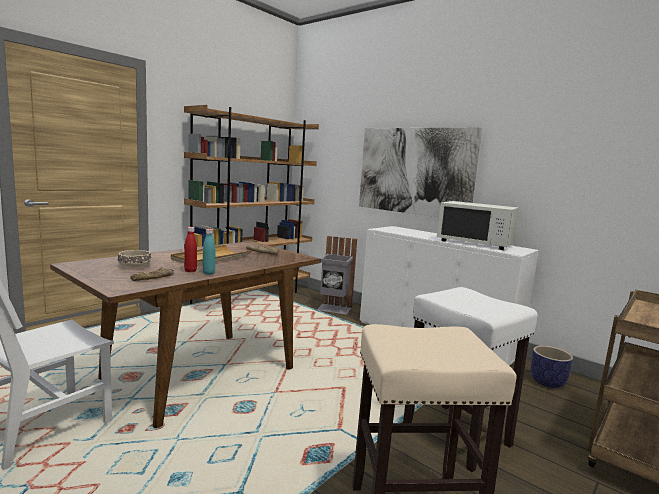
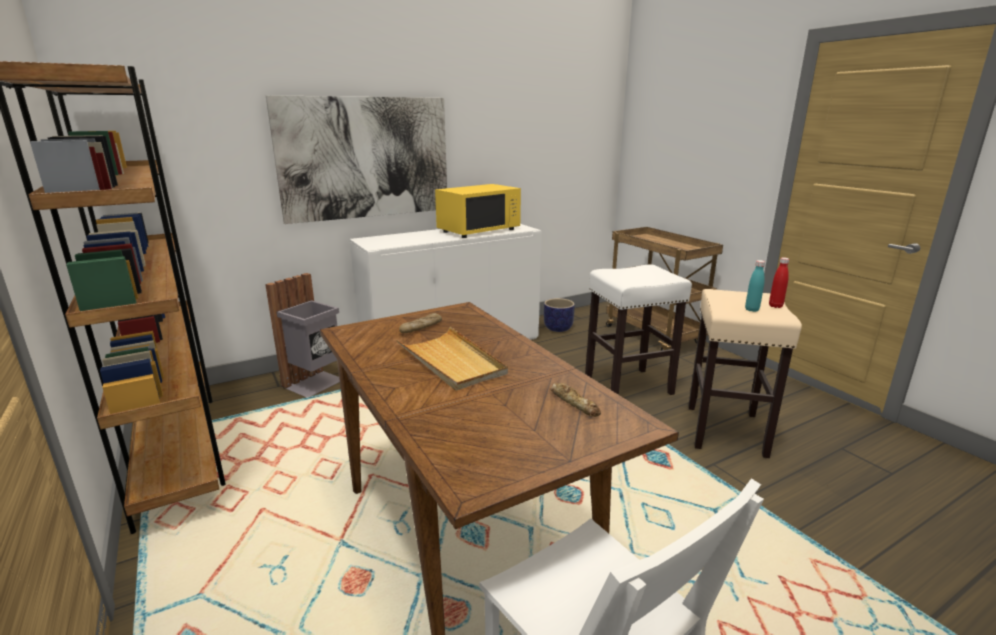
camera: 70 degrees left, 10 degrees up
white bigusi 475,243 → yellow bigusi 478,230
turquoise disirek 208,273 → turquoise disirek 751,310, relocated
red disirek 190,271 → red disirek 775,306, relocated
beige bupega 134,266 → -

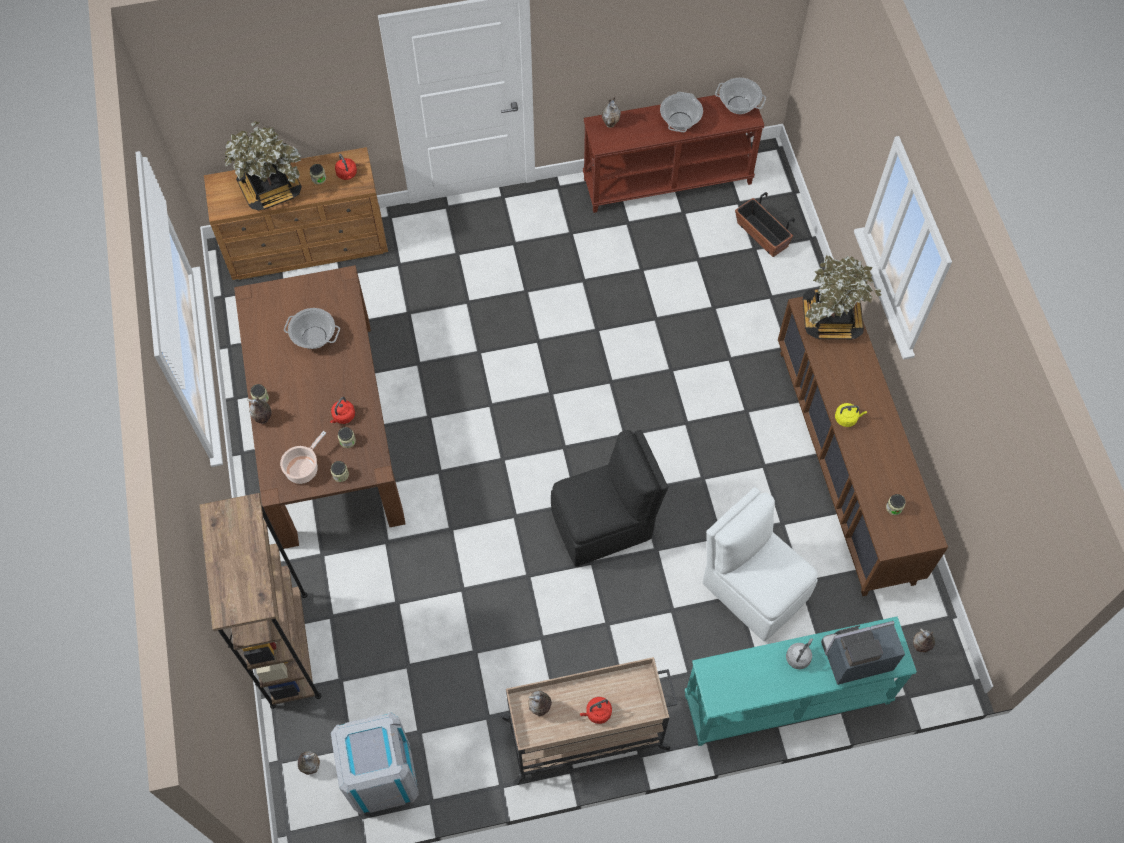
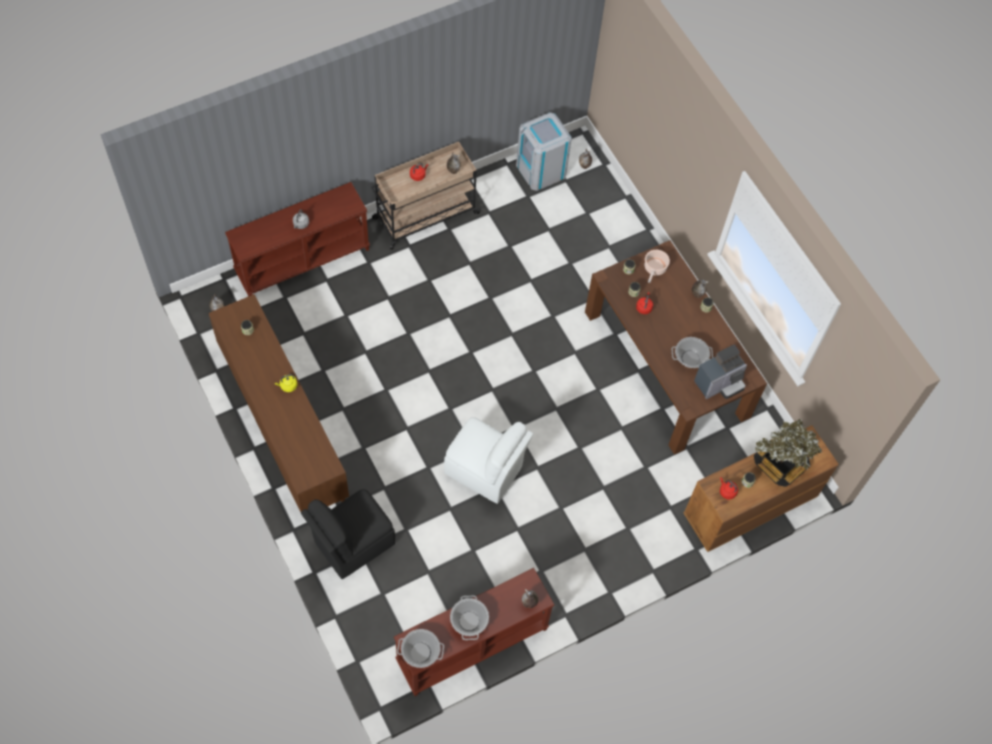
camera: 160 degrees right, 0 degrees up
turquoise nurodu 786,700 → brown nurodu 303,260
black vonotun 604,524 → black vonotun 352,543, relocated
white vonotun 753,588 → white vonotun 485,471, relocated
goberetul 854,658 → goberetul 719,383, relocated
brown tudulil 289,649 → -
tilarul 761,235 → -
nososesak 831,319 → -

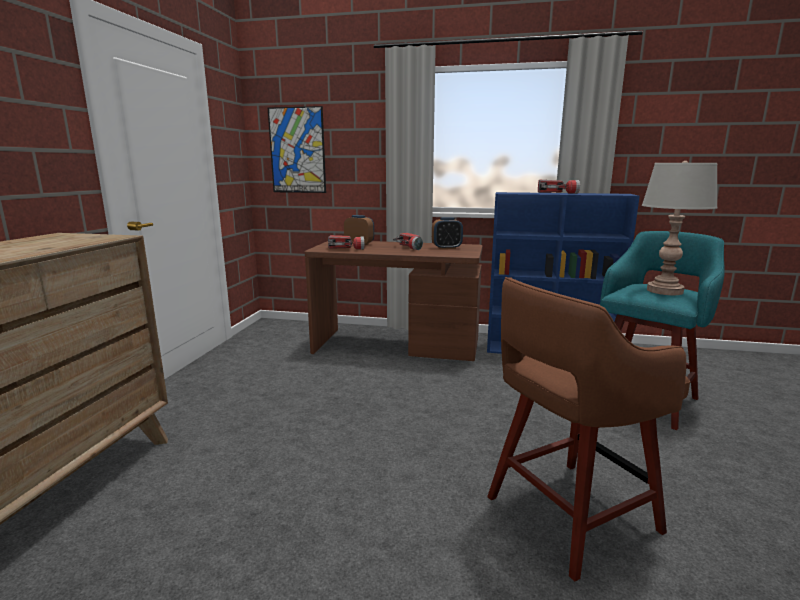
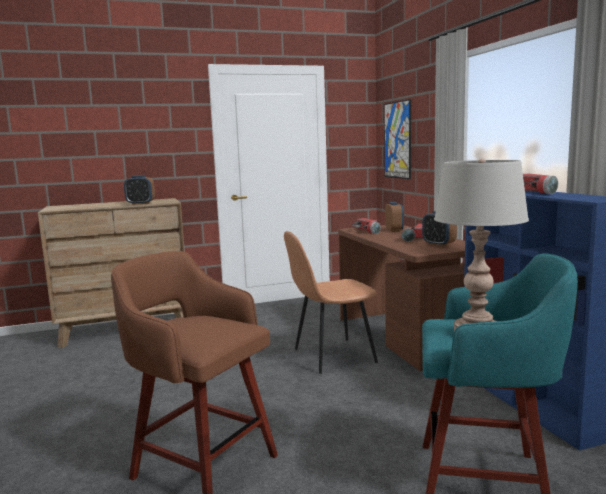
camera: 60 degrees right, 5 degrees down
- → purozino 140,203
- → brown vonotun 332,356

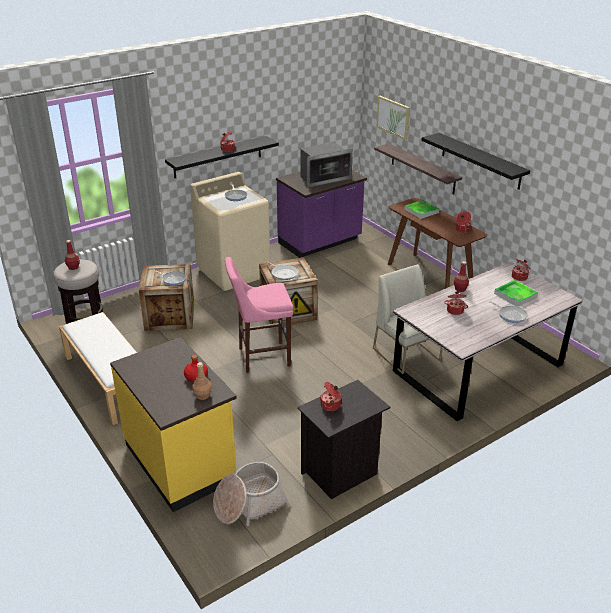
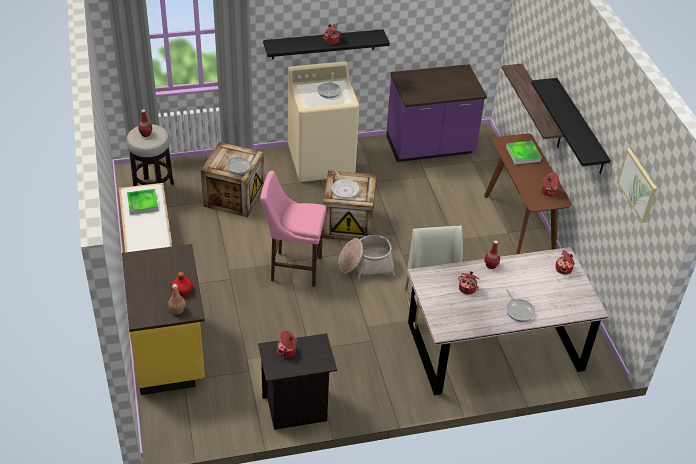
camera: 20 degrees right, 10 degrees up
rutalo 515,295 → rutalo 142,203, relocated
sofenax 249,503 → sofenax 366,264, relocated
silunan 393,117 → silunan 638,185, relocated
bigusi 323,178 → -

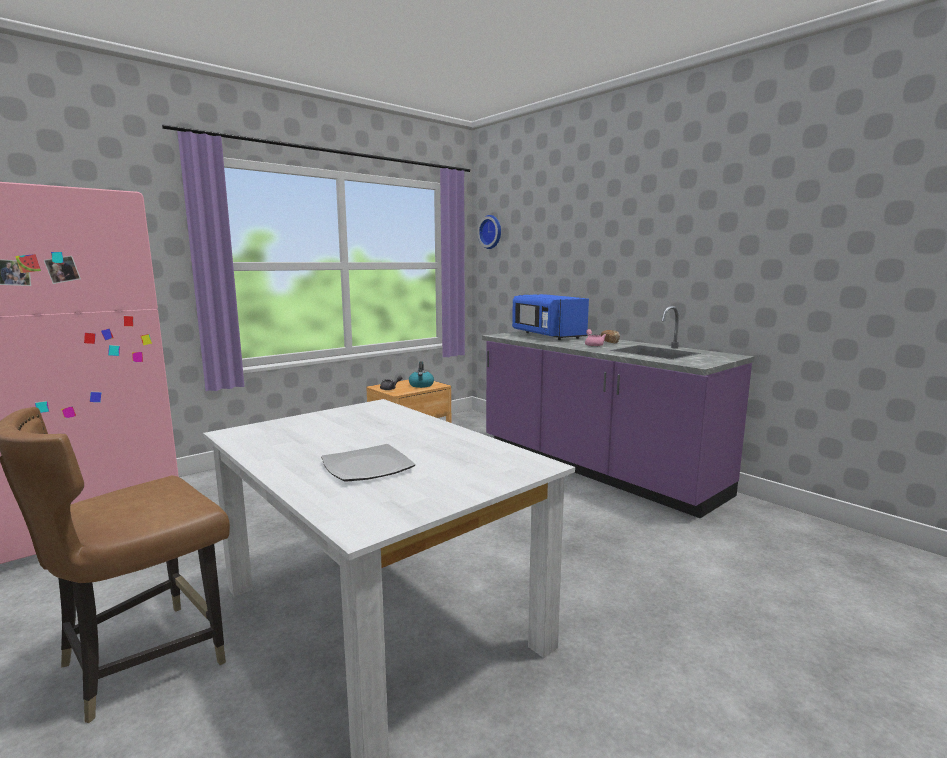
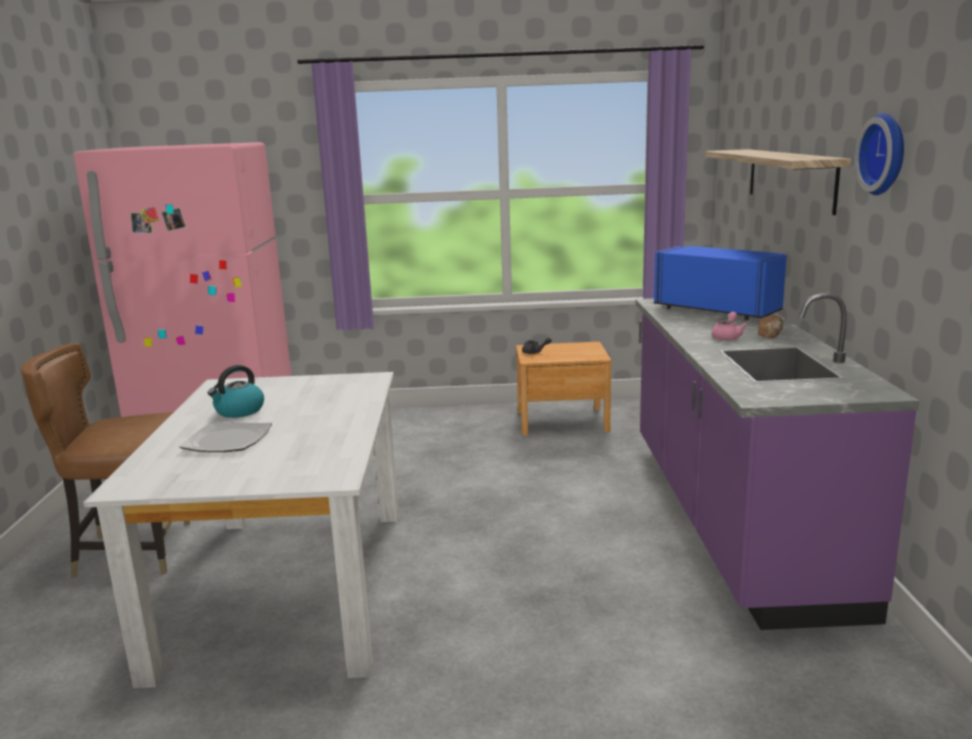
camera: 40 degrees right, 5 degrees up
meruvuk 421,385 → meruvuk 239,411, relocated
blue bigusi 547,335 → blue bigusi 719,310, 120 degrees clockwise
- → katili 790,178
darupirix 491,232 → darupirix 886,154, relocated

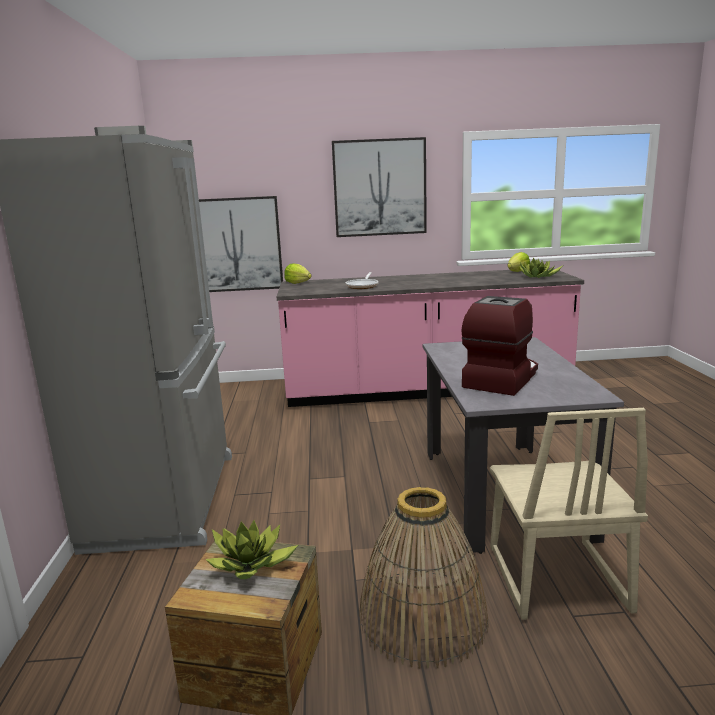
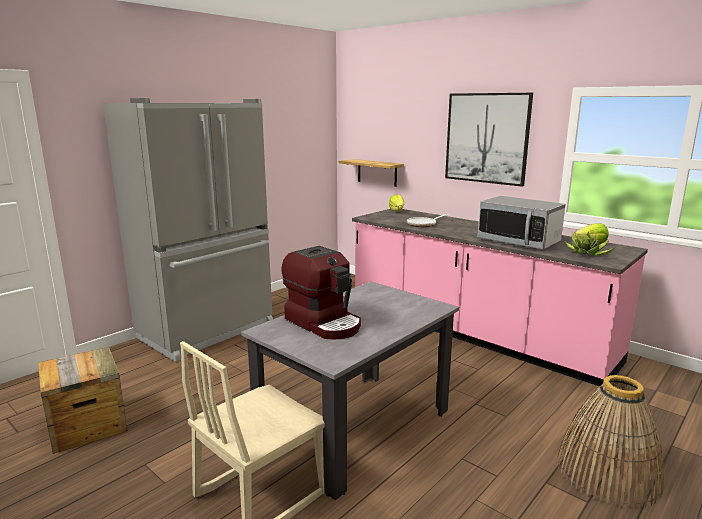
camera: 45 degrees right, 0 degrees up
goberetul 500,379 → goberetul 324,323, 60 degrees clockwise
silunan 234,244 → katili 377,172
- → bigusi 518,241
sofenax 423,618 → sofenax 608,473, relocated
nososesak 251,564 → -

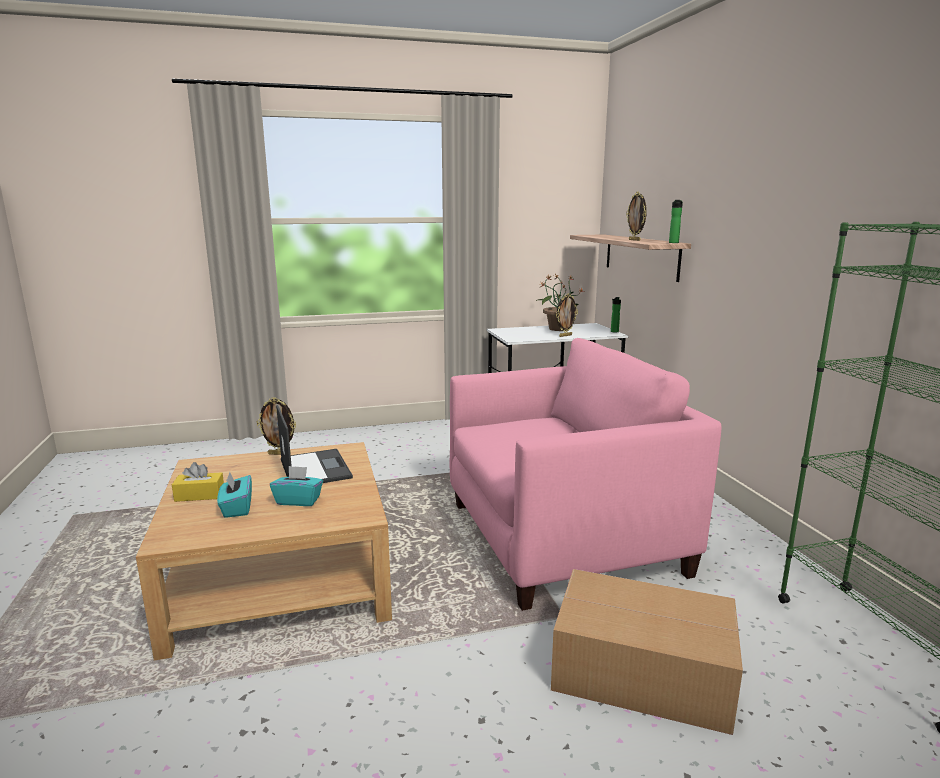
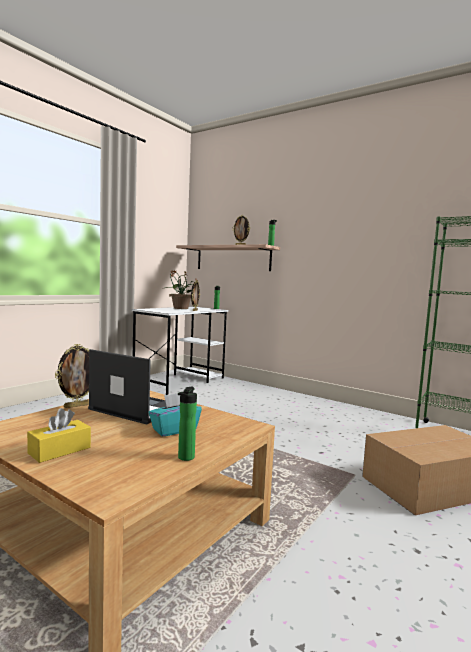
camera: 40 degrees left, 10 degrees down
- → disirek 185,458
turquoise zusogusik 237,508 → -
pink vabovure 562,538 → -

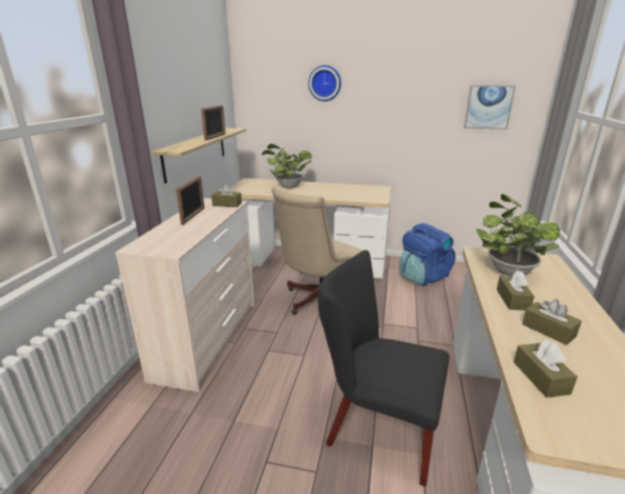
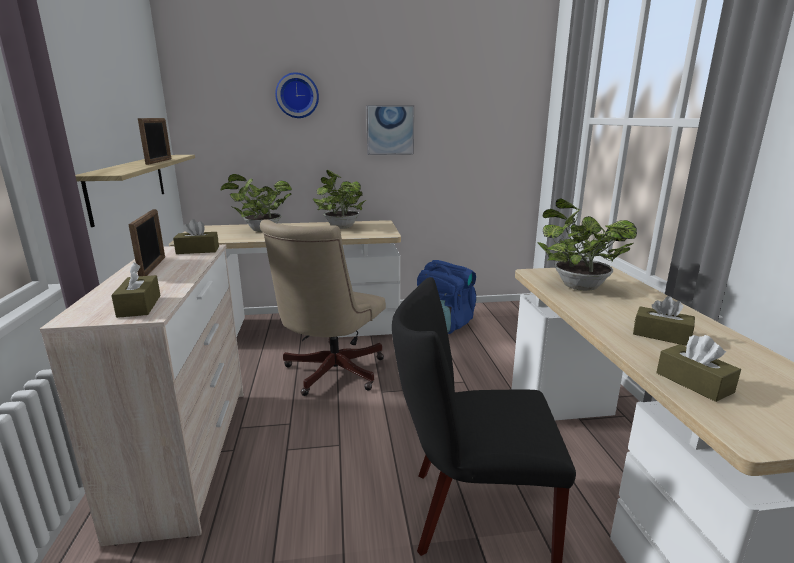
camera: 20 degrees left, 5 degrees down
brown zusogusik 512,299 → brown zusogusik 139,306, relocated
- → nososesak 340,226
silunan 488,107 → silunan 390,130, relocated

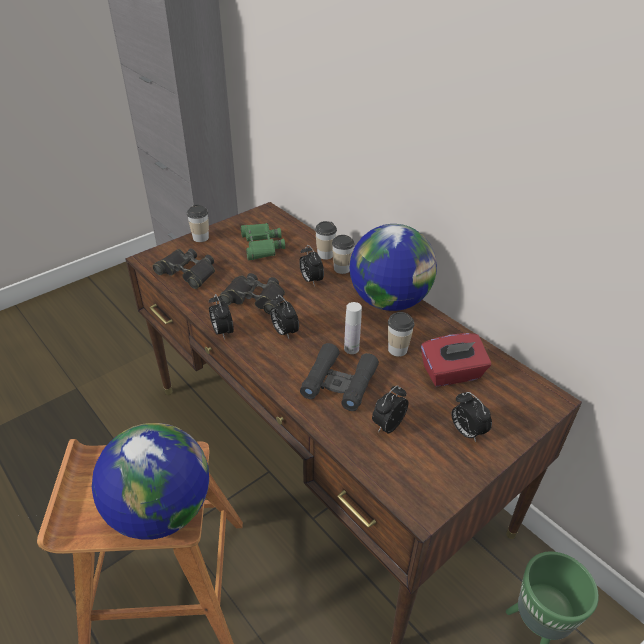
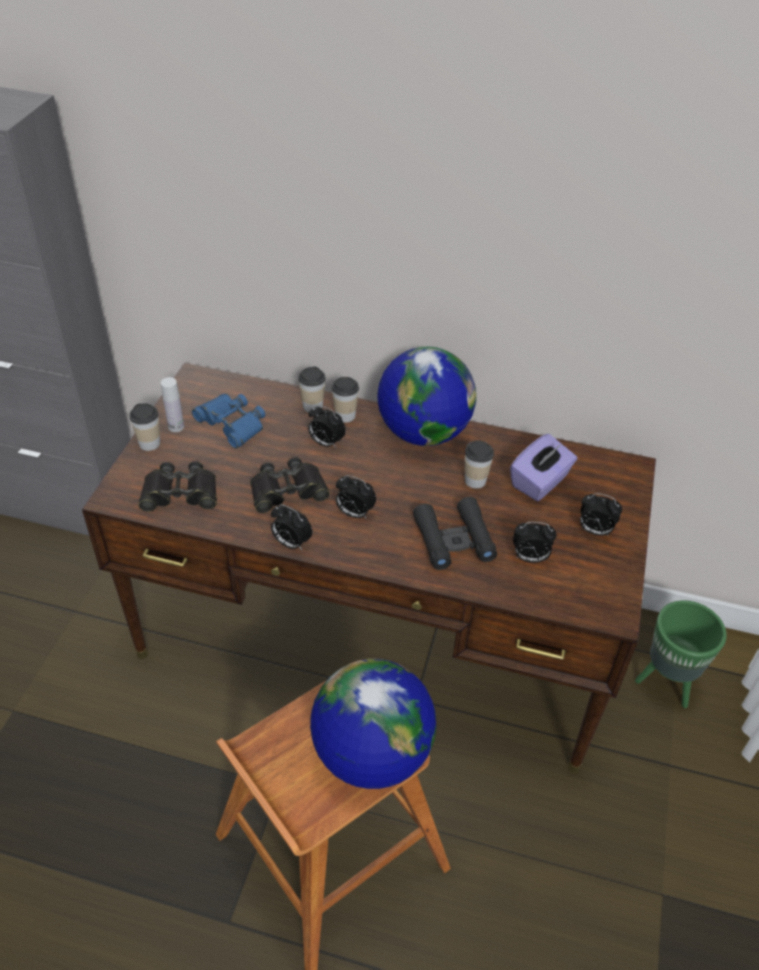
camera: 35 degrees left, 5 degrees up
white disirek 351,349 → white disirek 176,427, relocated
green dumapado 261,245 → blue dumapado 231,424
red zusogusik 452,374 → purple zusogusik 540,482
purozino 388,425 → purozino 529,558, 90 degrees counterclockwise

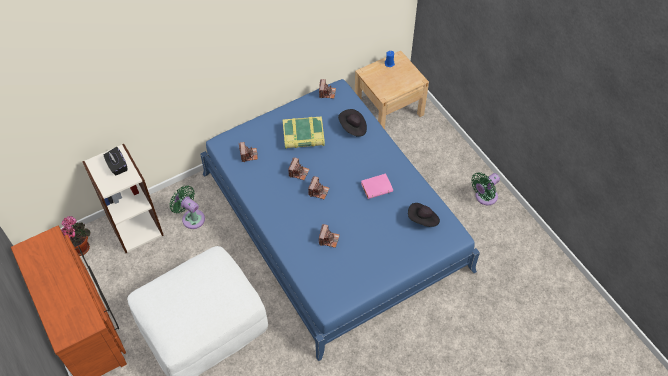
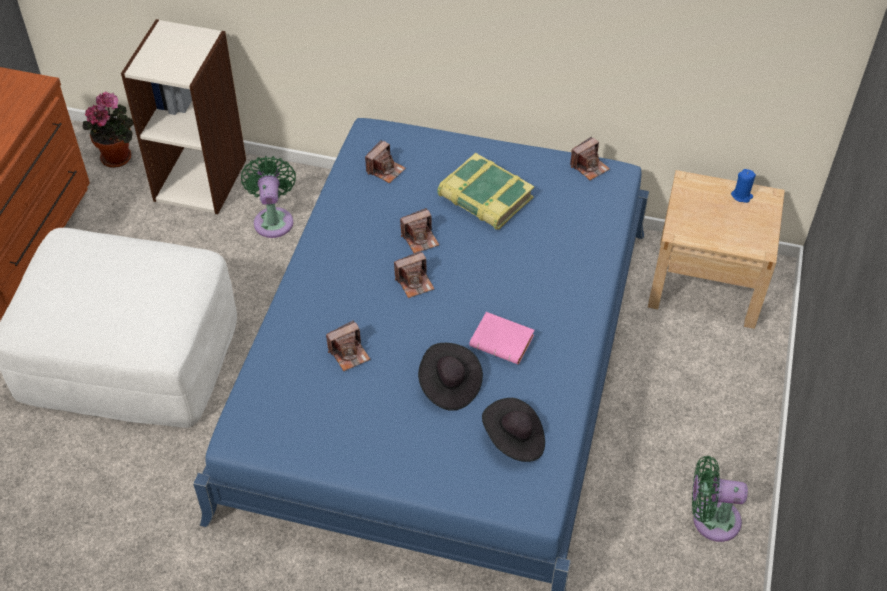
camera: 45 degrees right, 5 degrees down
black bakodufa 353,128 → black bakodufa 449,385, relocated
black zusogusik 117,166 → -

